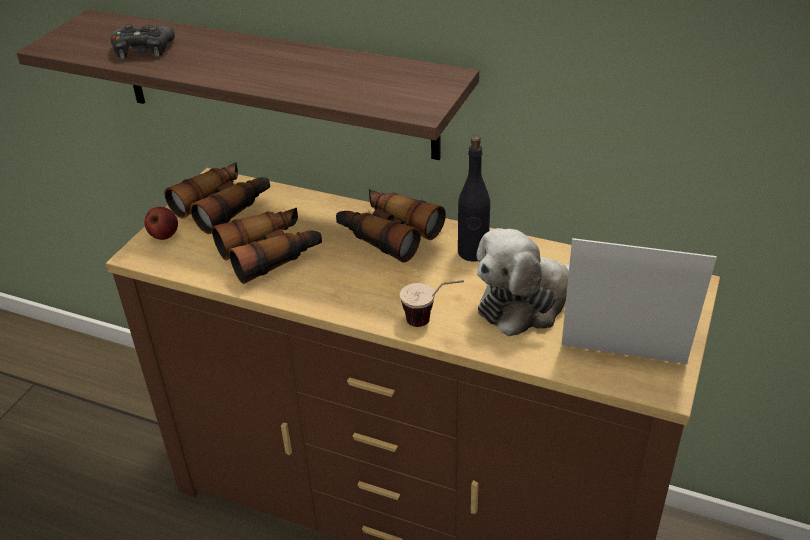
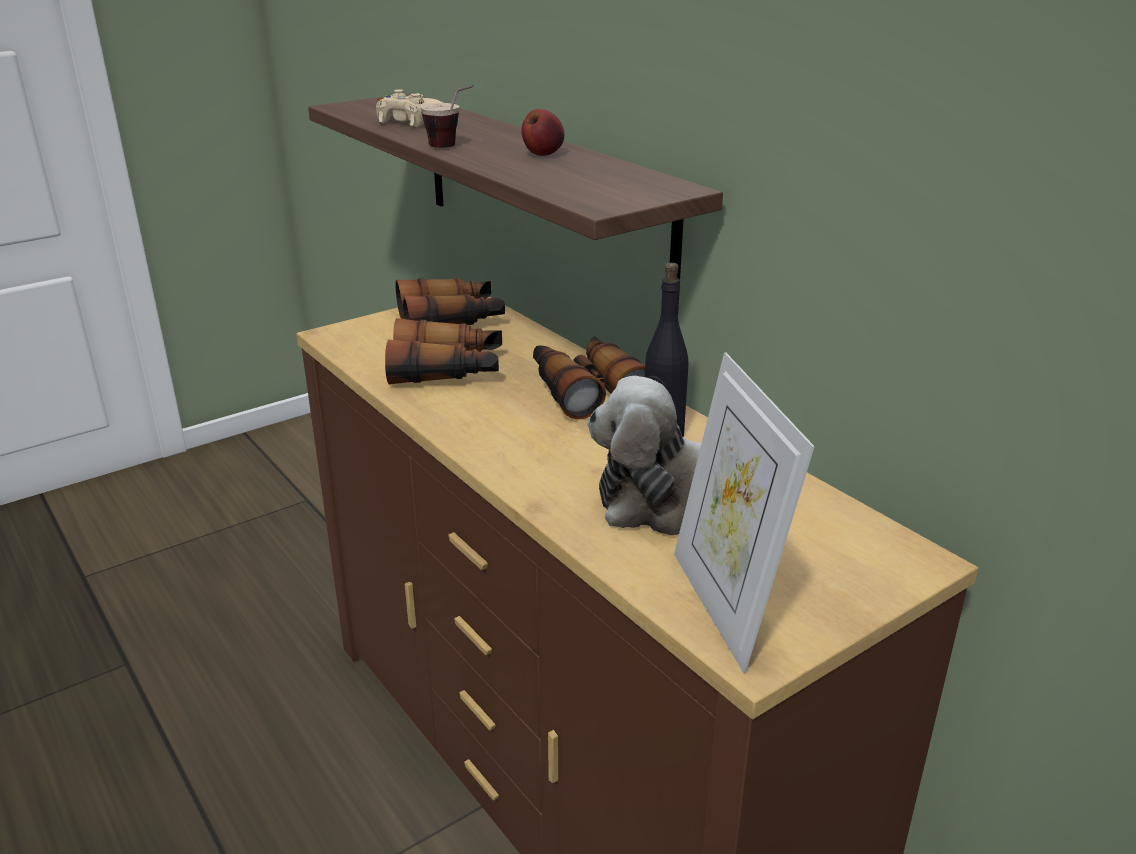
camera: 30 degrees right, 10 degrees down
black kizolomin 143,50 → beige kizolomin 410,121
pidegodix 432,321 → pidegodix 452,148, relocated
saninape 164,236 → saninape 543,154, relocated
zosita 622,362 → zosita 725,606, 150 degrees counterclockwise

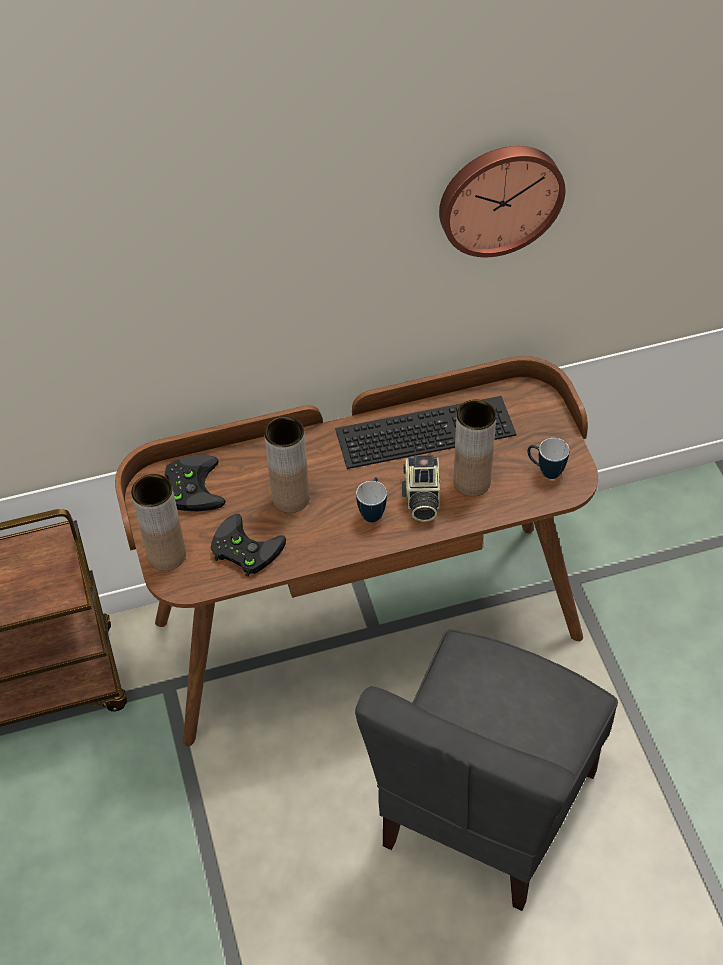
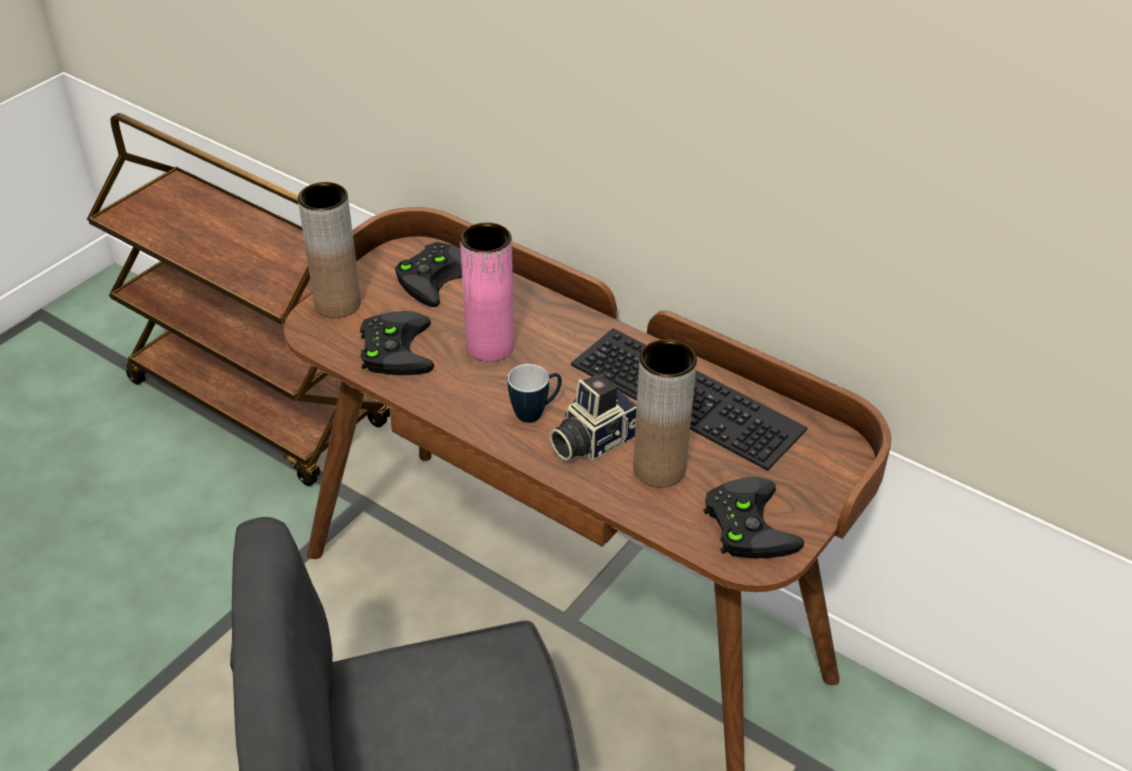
camera: 50 degrees right, 10 degrees down
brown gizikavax 291,498 → pink gizikavax 490,346
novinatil 545,471 → black kizolomin 745,523
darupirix 499,198 → -

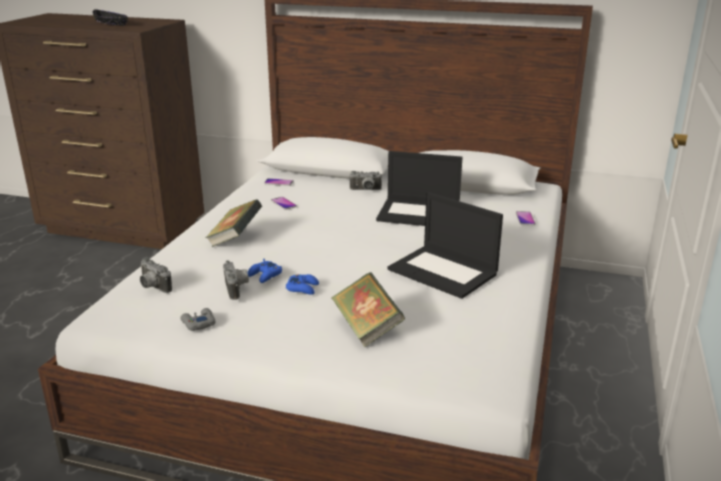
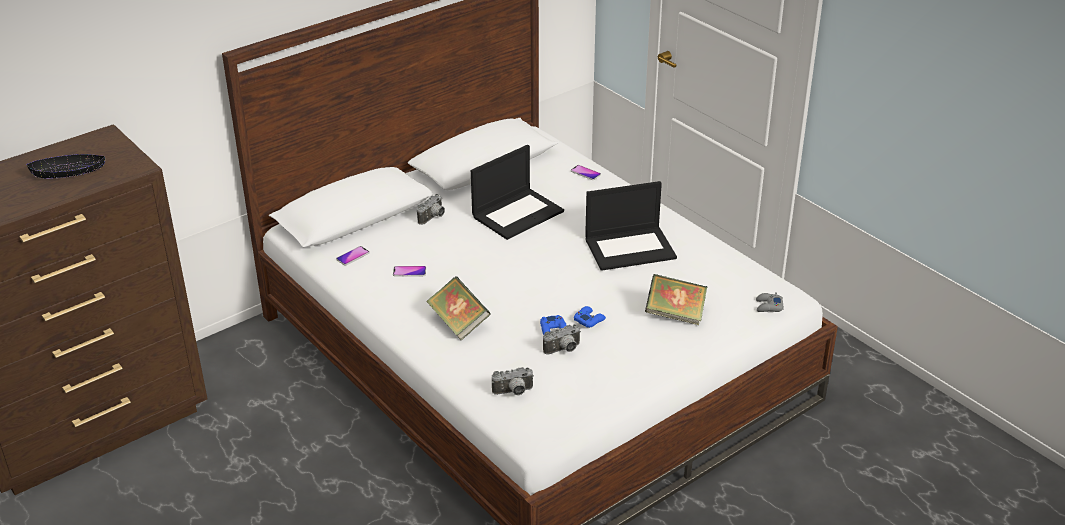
camera: 55 degrees left, 10 degrees up
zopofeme 237,289 → zopofeme 563,350, 135 degrees clockwise
grey kizolomin 198,323 → grey kizolomin 768,306, relocated

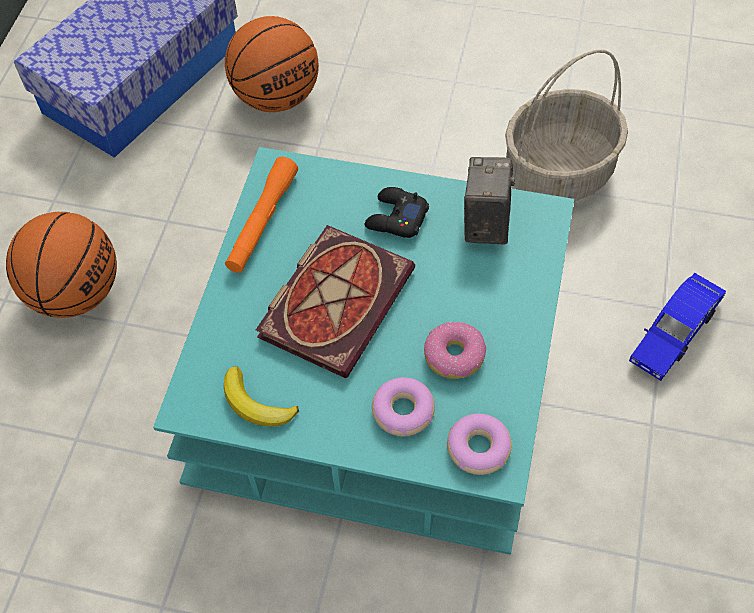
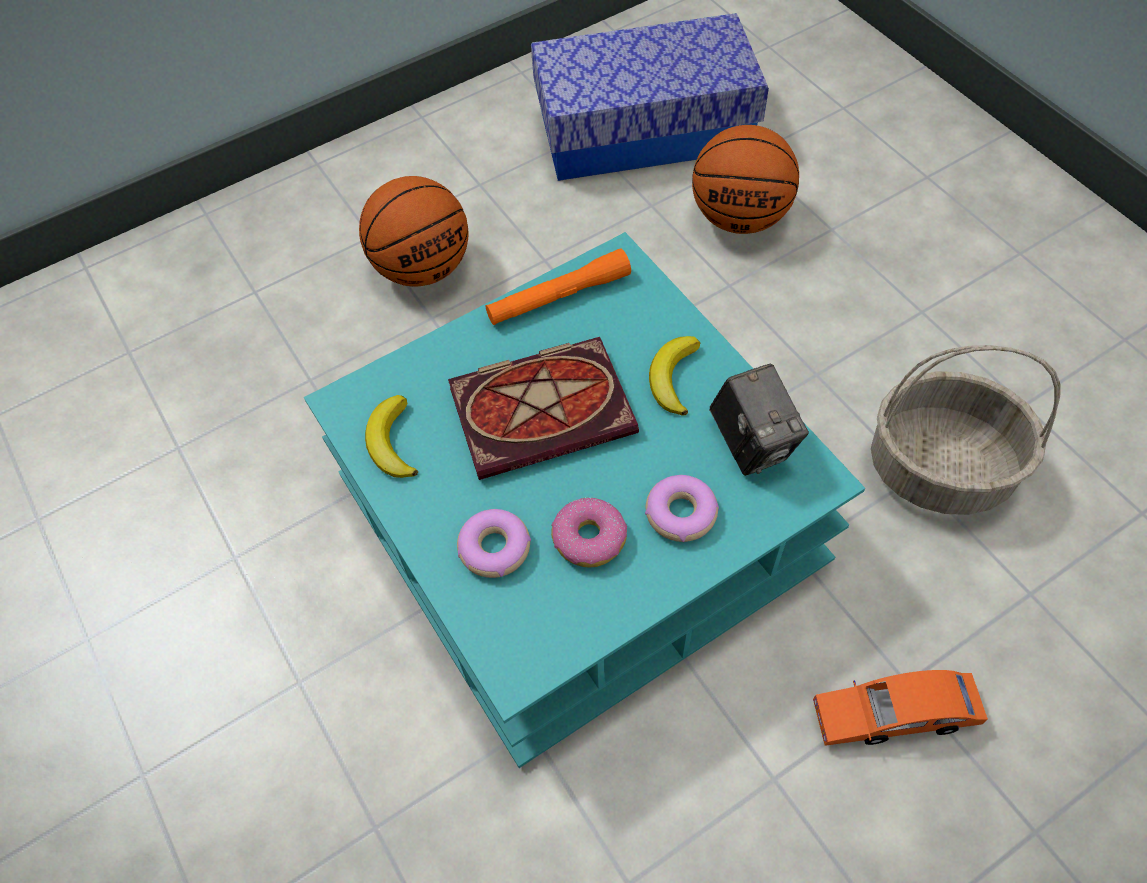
camera: 45 degrees right, 0 degrees up
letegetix 478,448 → letegetix 680,513, relocated
black kizolomin 396,218 → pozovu 673,378
zopofeme 485,222 → zopofeme 752,443, 105 degrees clockwise
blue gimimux 674,333 → orange gimimux 894,714

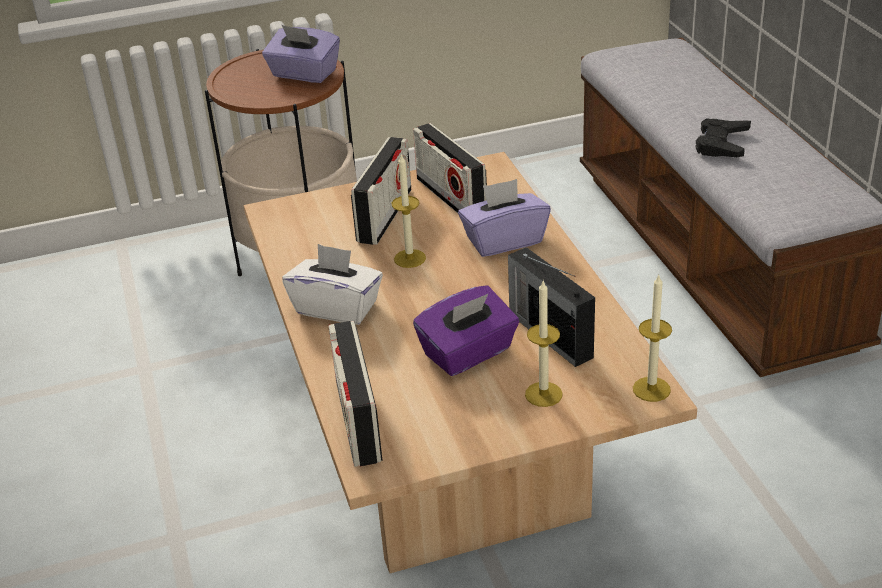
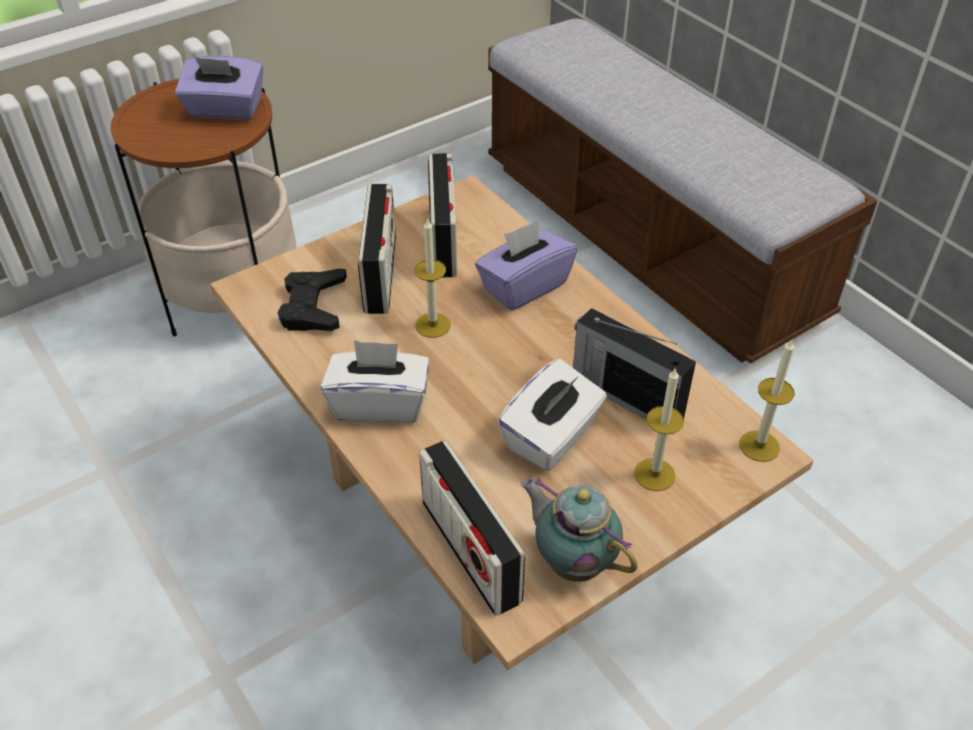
camera: 20 degrees left, 10 degrees up
black kizolomin 722,144 → black kizolomin 313,306, relocated
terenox 451,198 → terenox 443,240, 135 degrees counterclockwise
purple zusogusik 468,353 → white zusogusik 552,437
- → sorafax 572,560

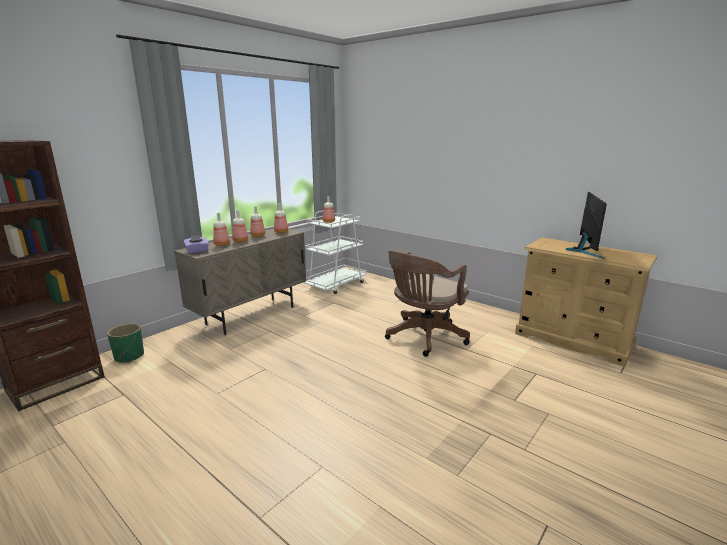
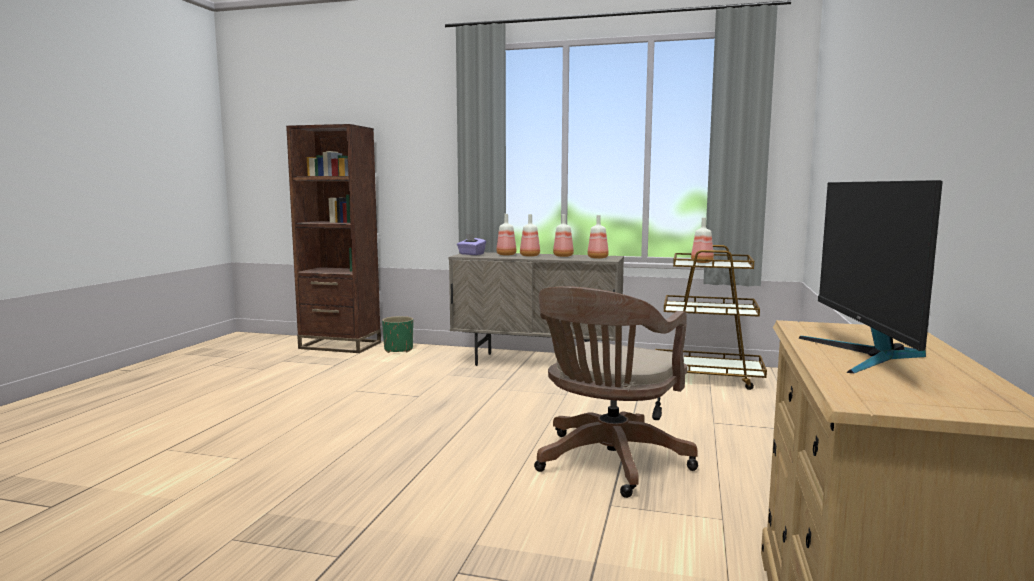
camera: 65 degrees right, 10 degrees down
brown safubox 423,337 → brown safubox 608,463, 75 degrees counterclockwise
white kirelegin 335,284 → brown kirelegin 707,377
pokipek 584,251 → pokipek 866,355, 105 degrees clockwise

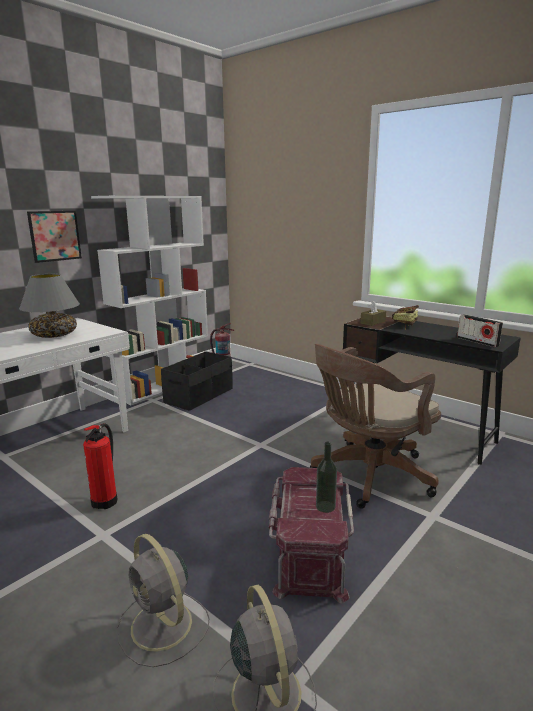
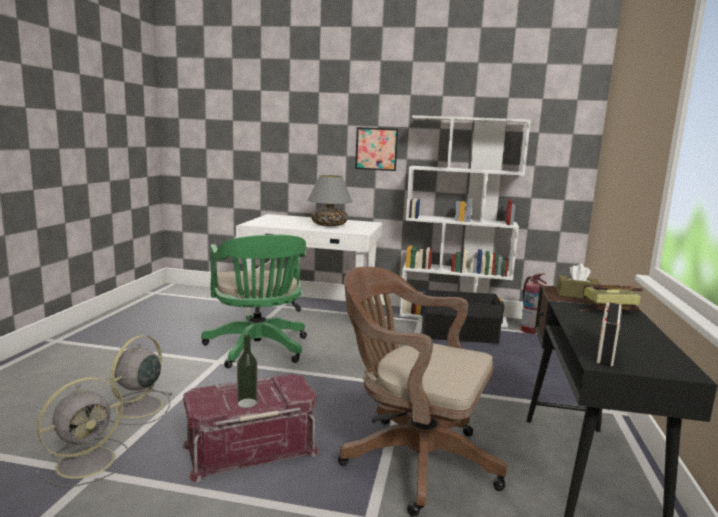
camera: 60 degrees right, 5 degrees down
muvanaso 106,500 → green safubox 258,350

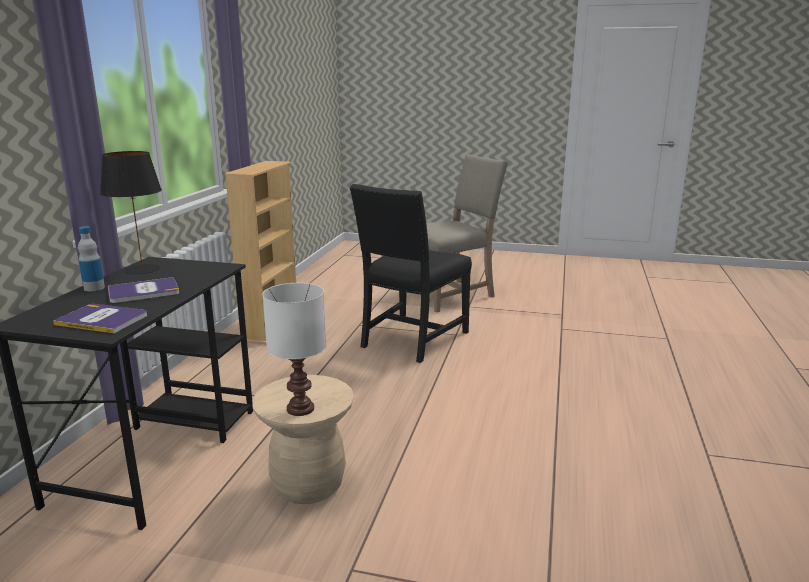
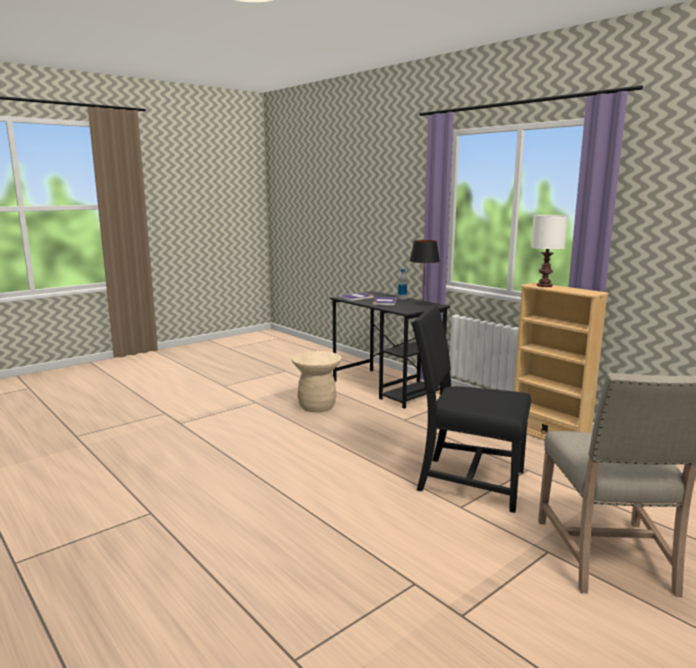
camera: 125 degrees right, 5 degrees down
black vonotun 411,340 → black vonotun 467,481, 45 degrees counterclockwise
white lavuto 301,408 → white lavuto 544,286, relocated

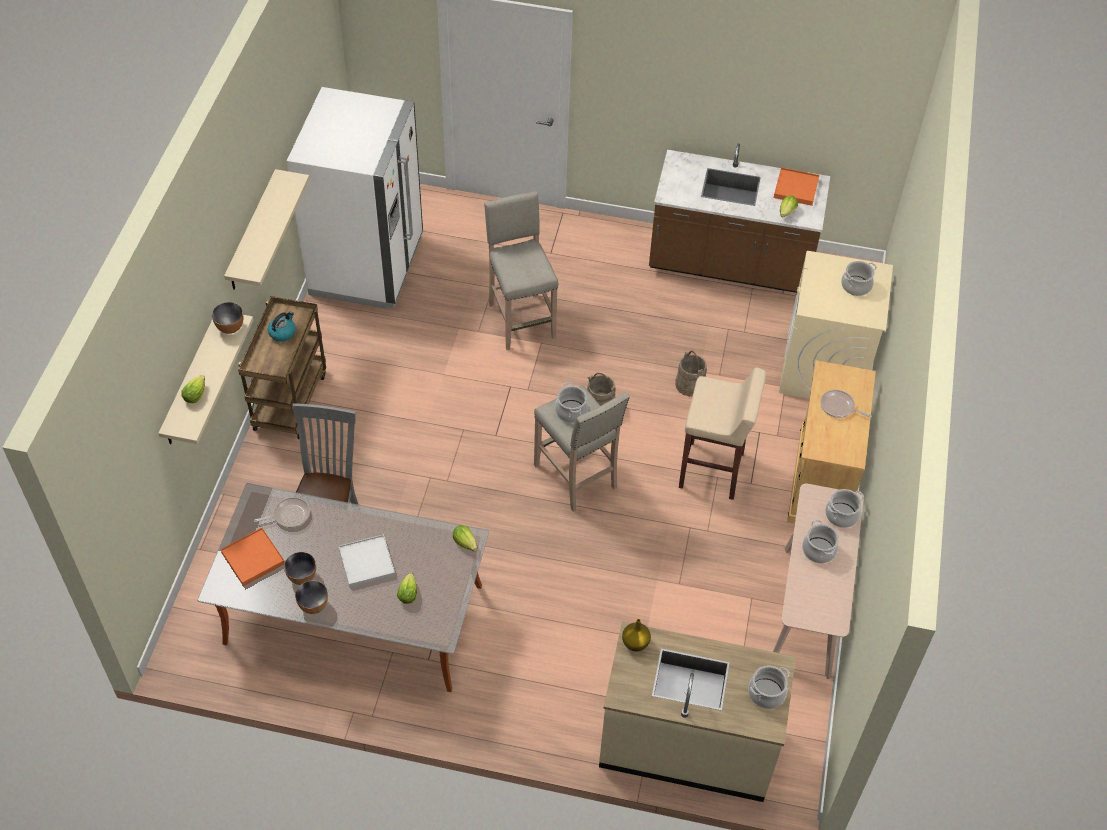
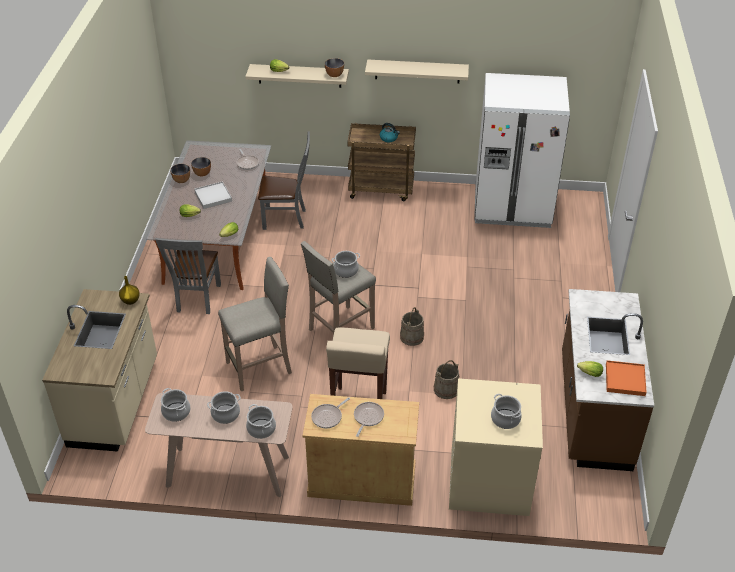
camera: 85 degrees right, 10 degrees down
- → grey vonotun 196,300
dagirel 766,693 → dagirel 176,412, relocated
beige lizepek 521,319 → beige lizepek 260,367, relocated
- → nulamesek 328,417
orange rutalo 253,558 → -

